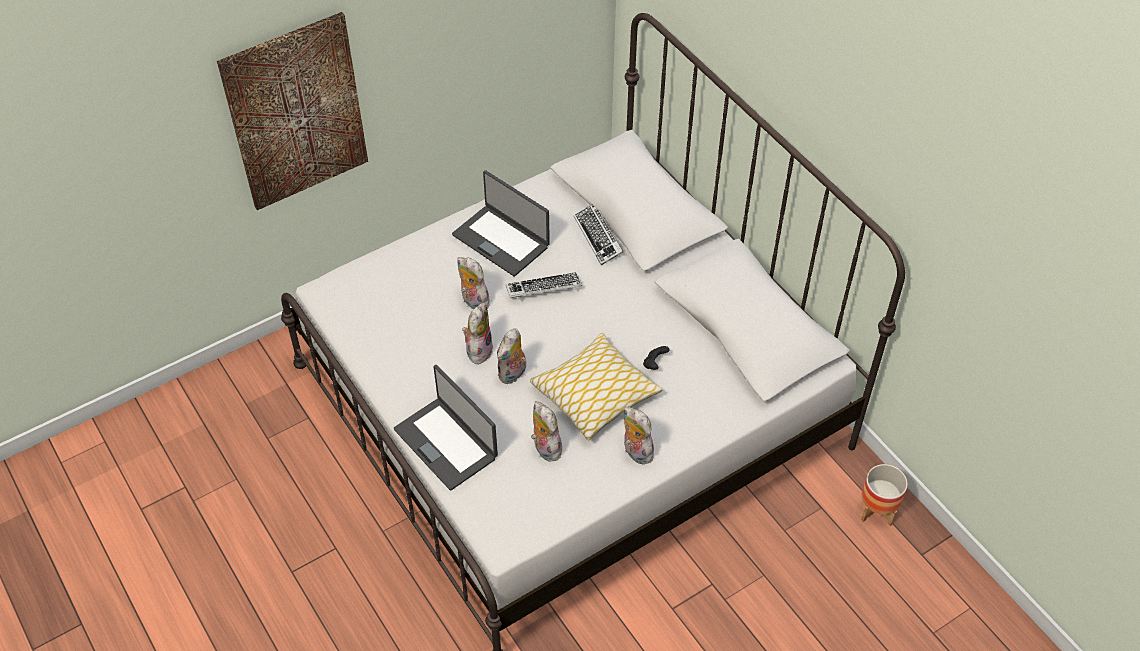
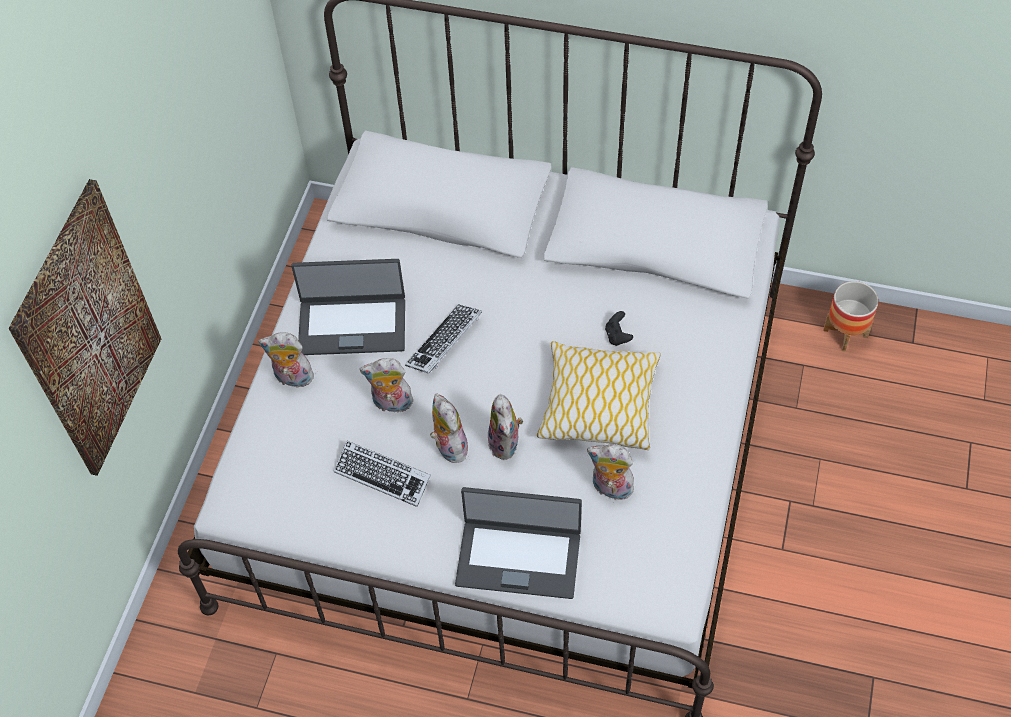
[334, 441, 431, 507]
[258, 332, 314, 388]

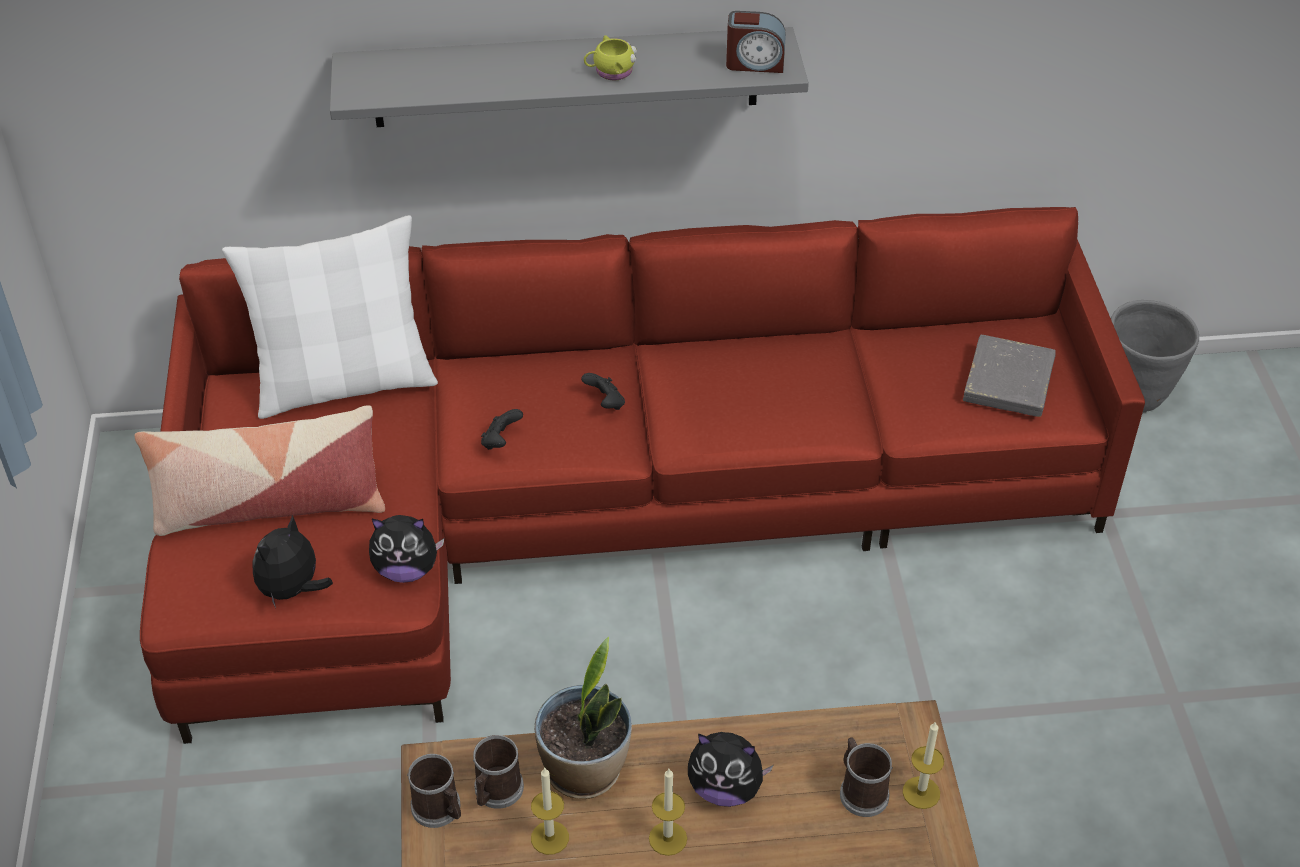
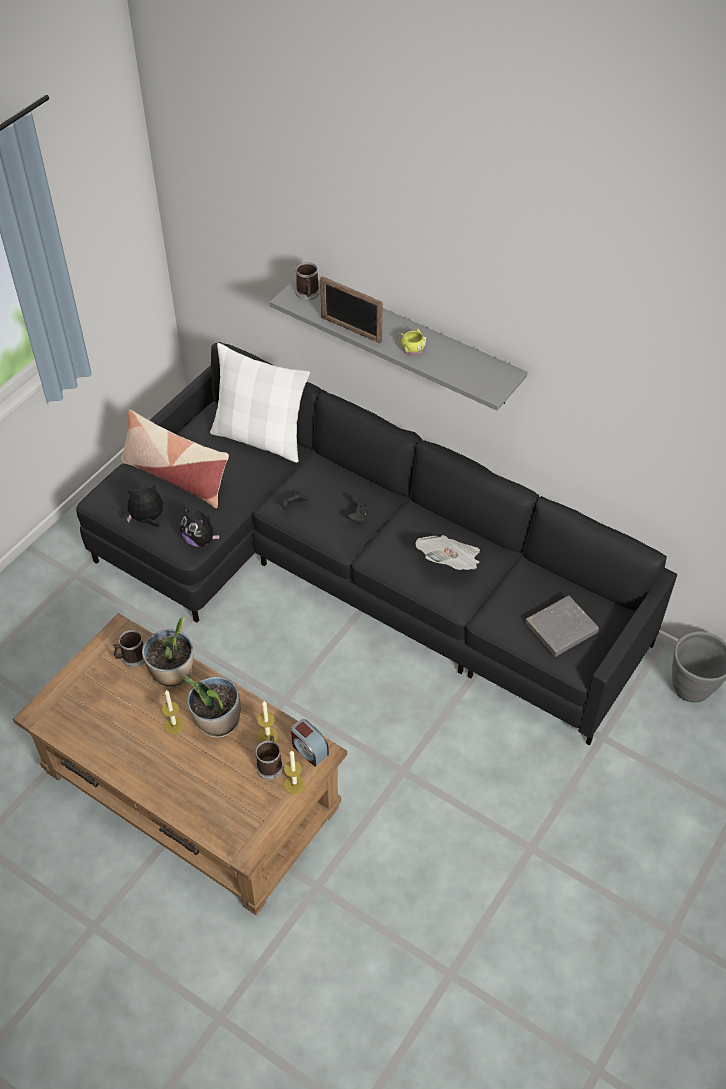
[320, 276, 383, 344]
[416, 535, 480, 570]
[295, 262, 320, 300]
[257, 701, 278, 742]
[291, 719, 329, 767]
[182, 675, 241, 738]
[76, 342, 678, 745]

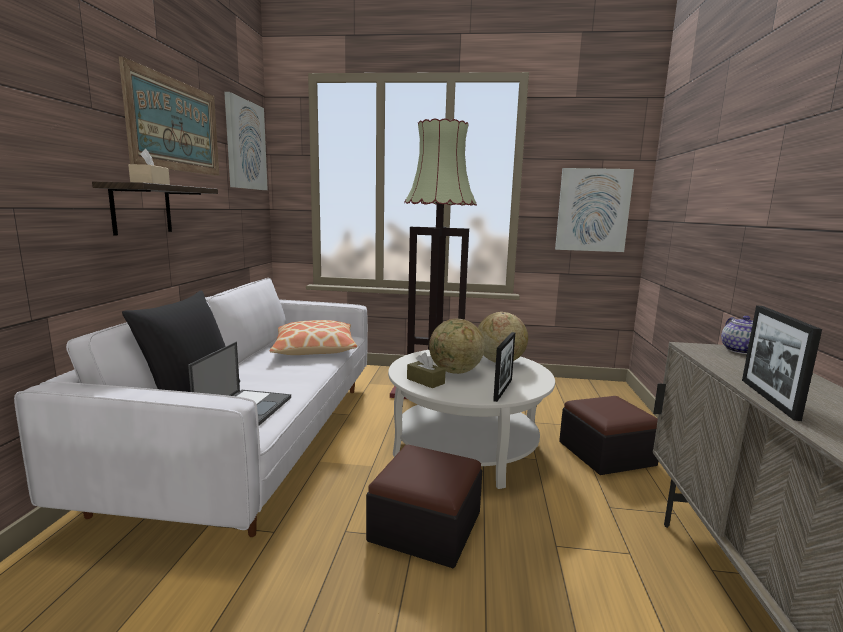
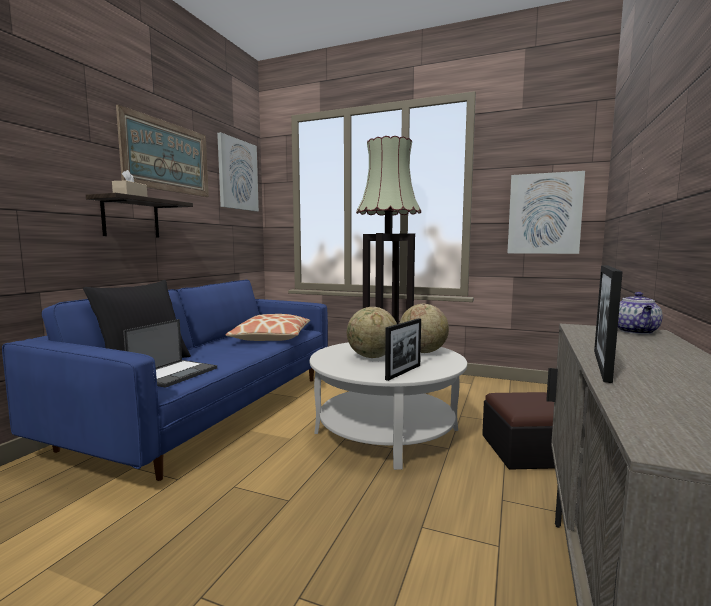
[366, 445, 482, 568] (first image)
[407, 352, 446, 388] (first image)
[2, 280, 328, 481]

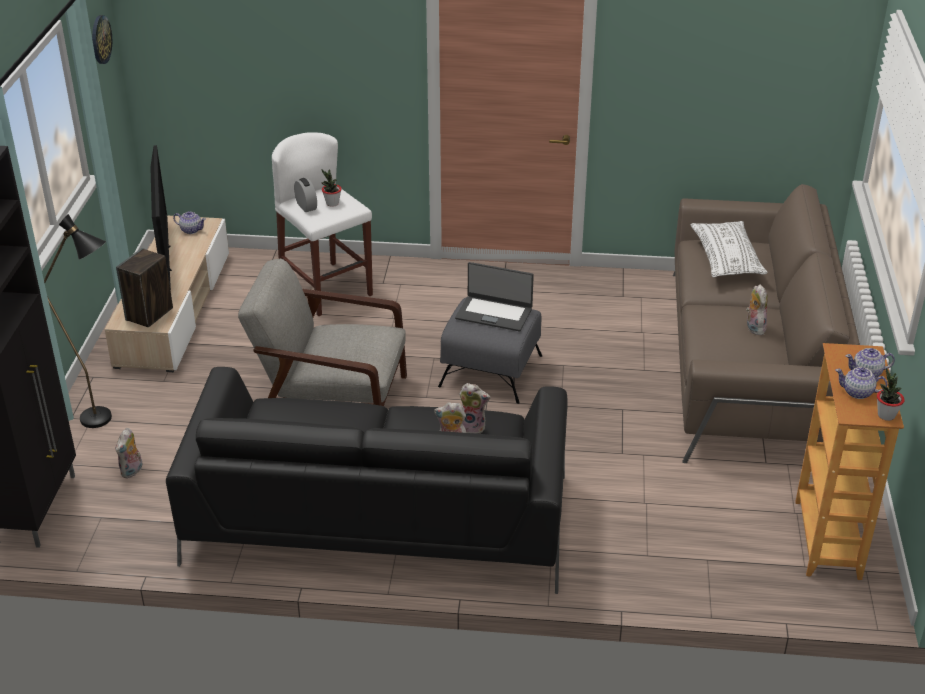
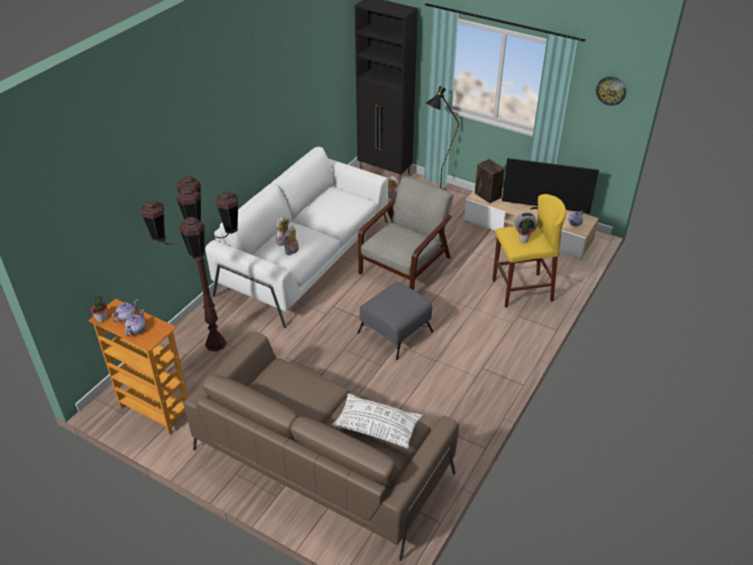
[455, 262, 534, 331] (first image)
[746, 284, 768, 335] (first image)
[142, 176, 238, 352]
[205, 147, 388, 328]
[492, 194, 566, 308]

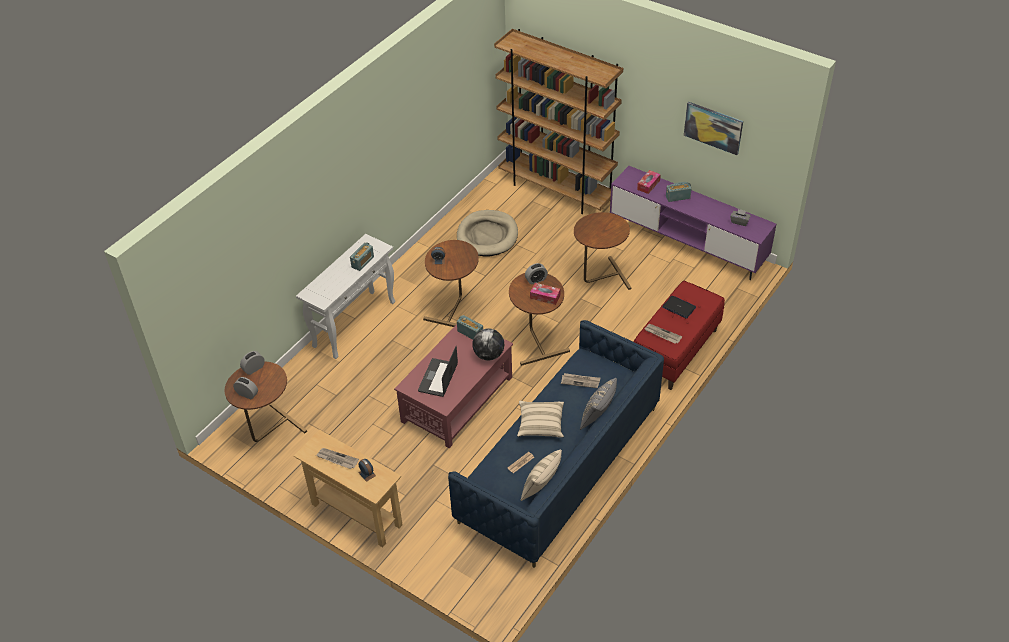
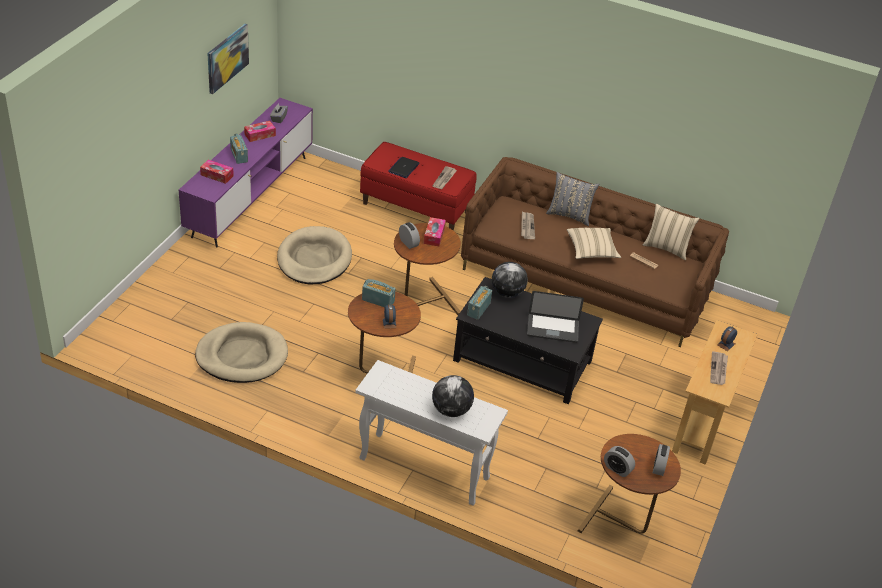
[494, 29, 623, 214] (first image)
[244, 121, 276, 142]
[432, 375, 474, 417]
[362, 279, 396, 307]
[277, 226, 352, 284]
[453, 277, 603, 404]
[461, 157, 729, 347]

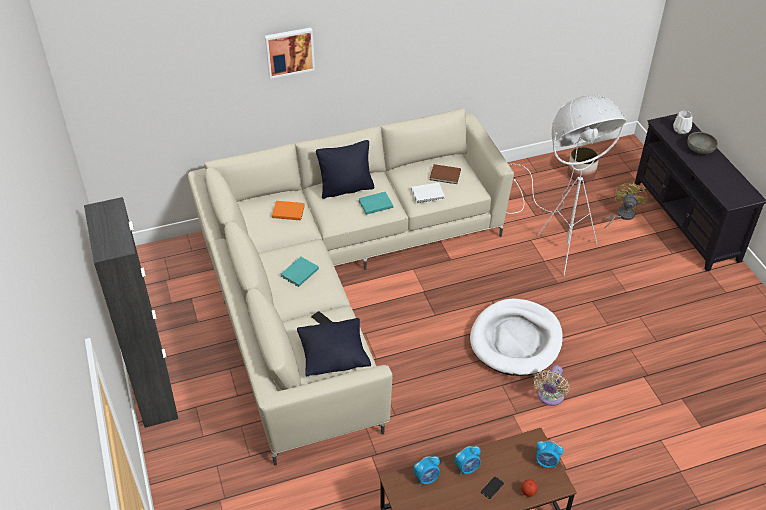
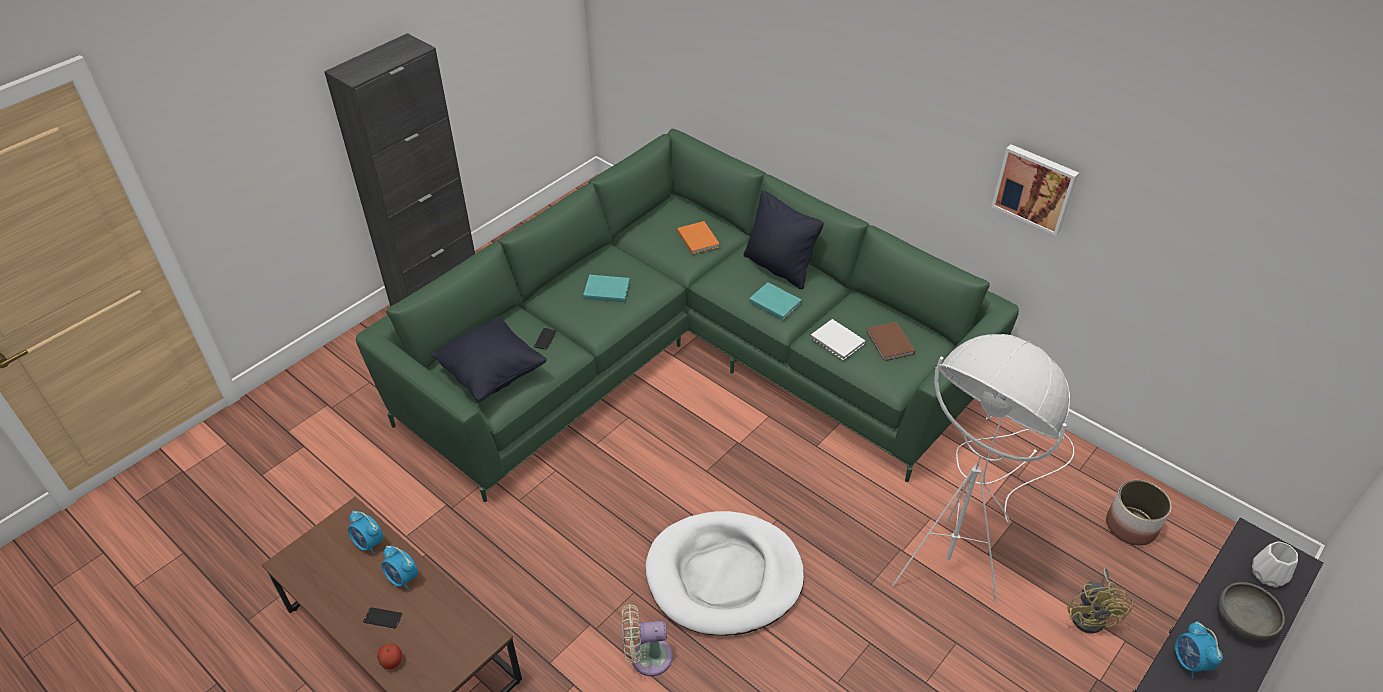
[991, 144, 1079, 236]
[1174, 621, 1223, 678]
[356, 128, 1019, 502]
[1067, 567, 1133, 634]

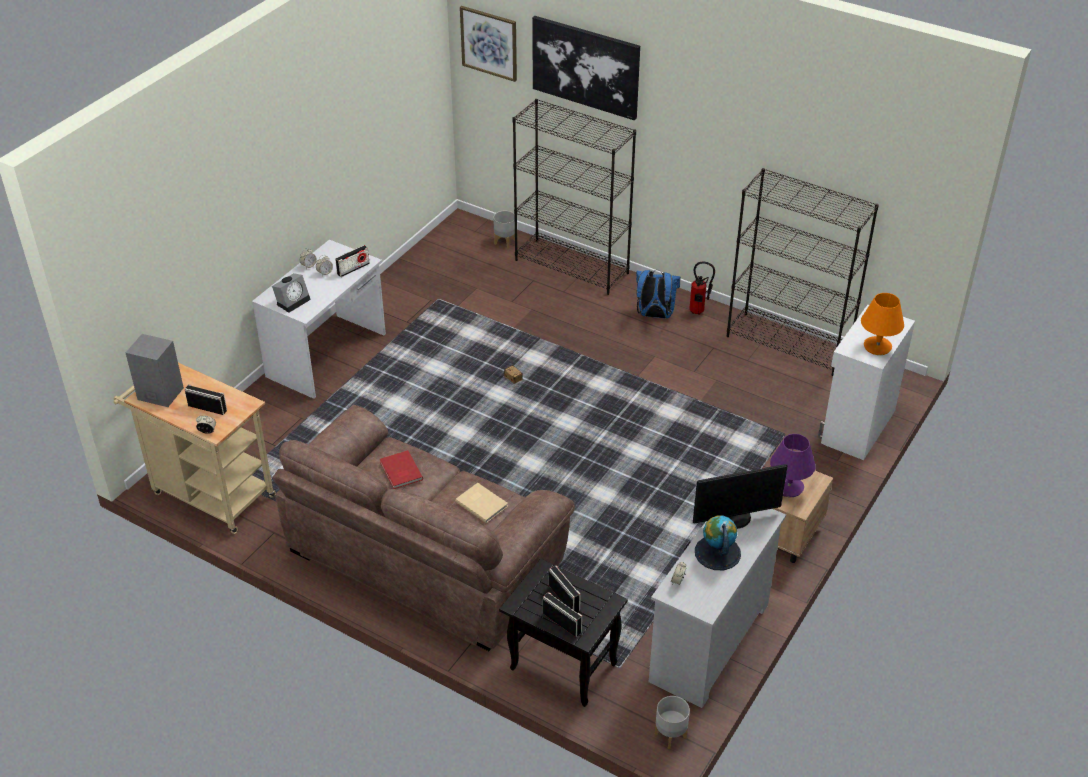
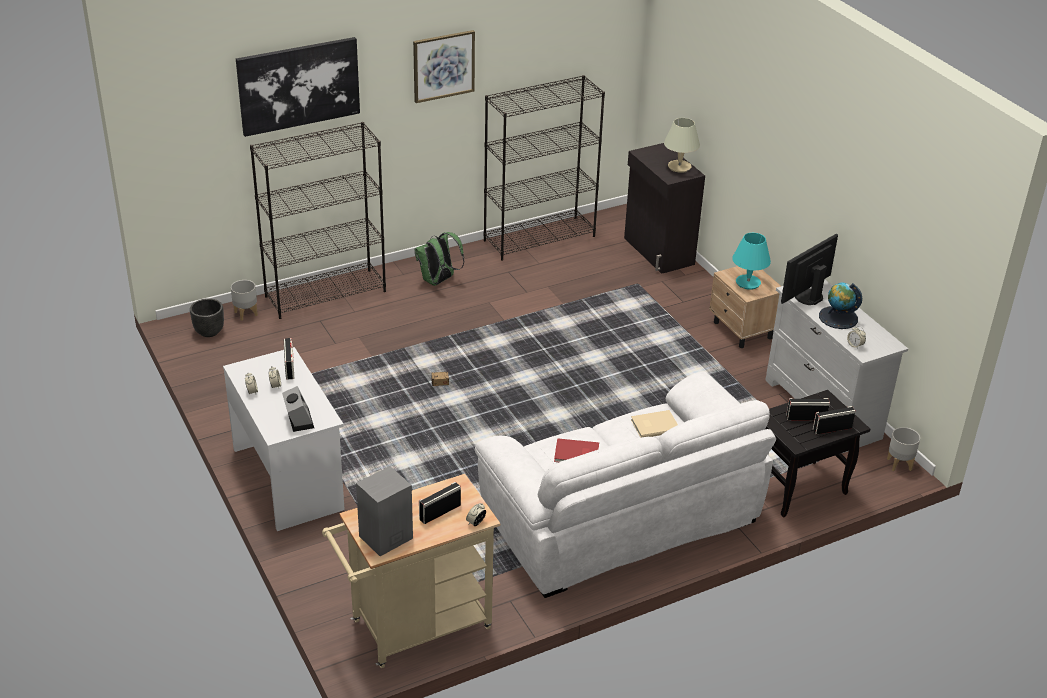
[689, 261, 715, 315] (first image)
[190, 298, 224, 337]
[413, 30, 475, 103]
[475, 371, 776, 598]
[414, 232, 464, 286]
[732, 233, 771, 290]
[624, 143, 705, 274]
[664, 118, 700, 173]
[781, 234, 838, 305]

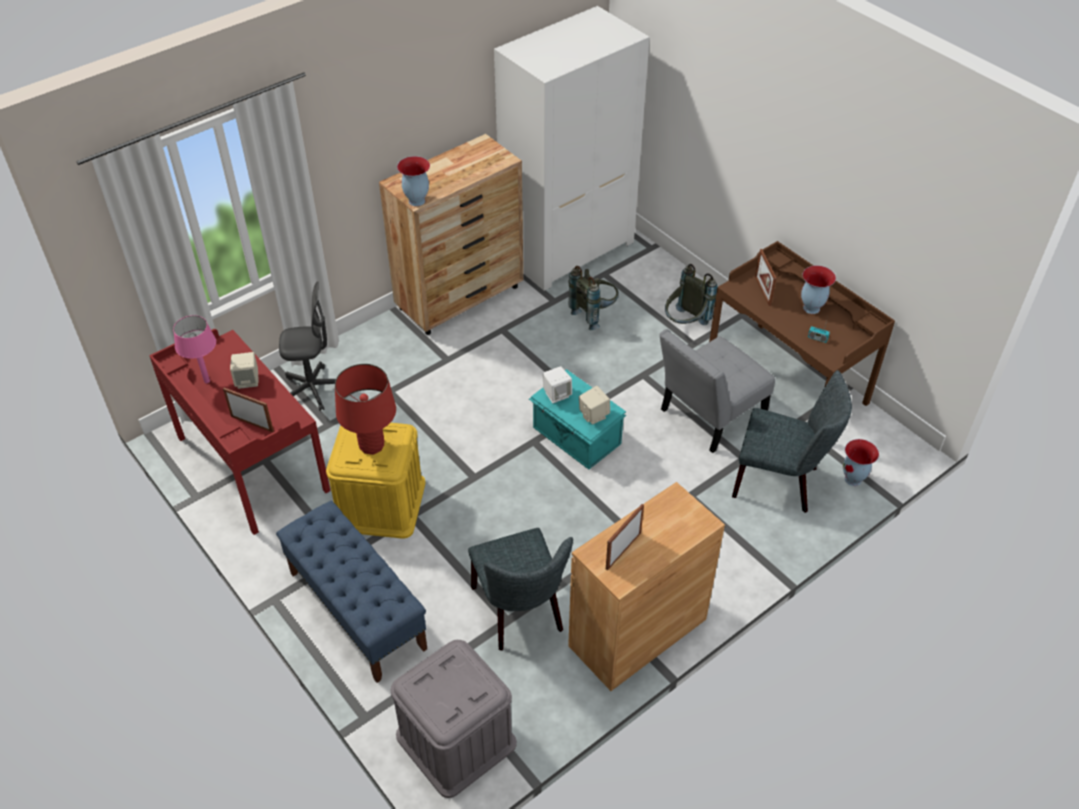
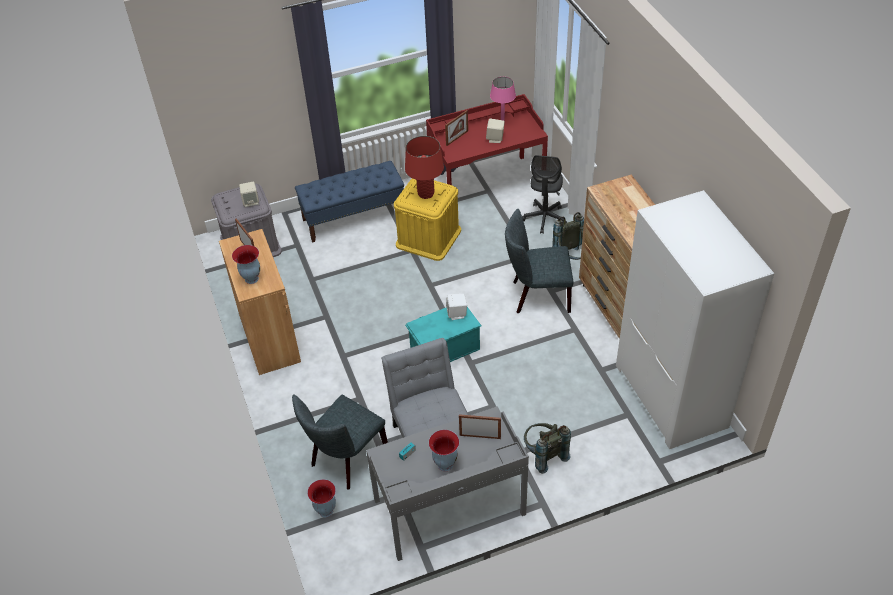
[232, 245, 260, 284]
[505, 209, 574, 313]
[552, 212, 584, 260]
[239, 181, 259, 207]
[366, 406, 529, 561]

